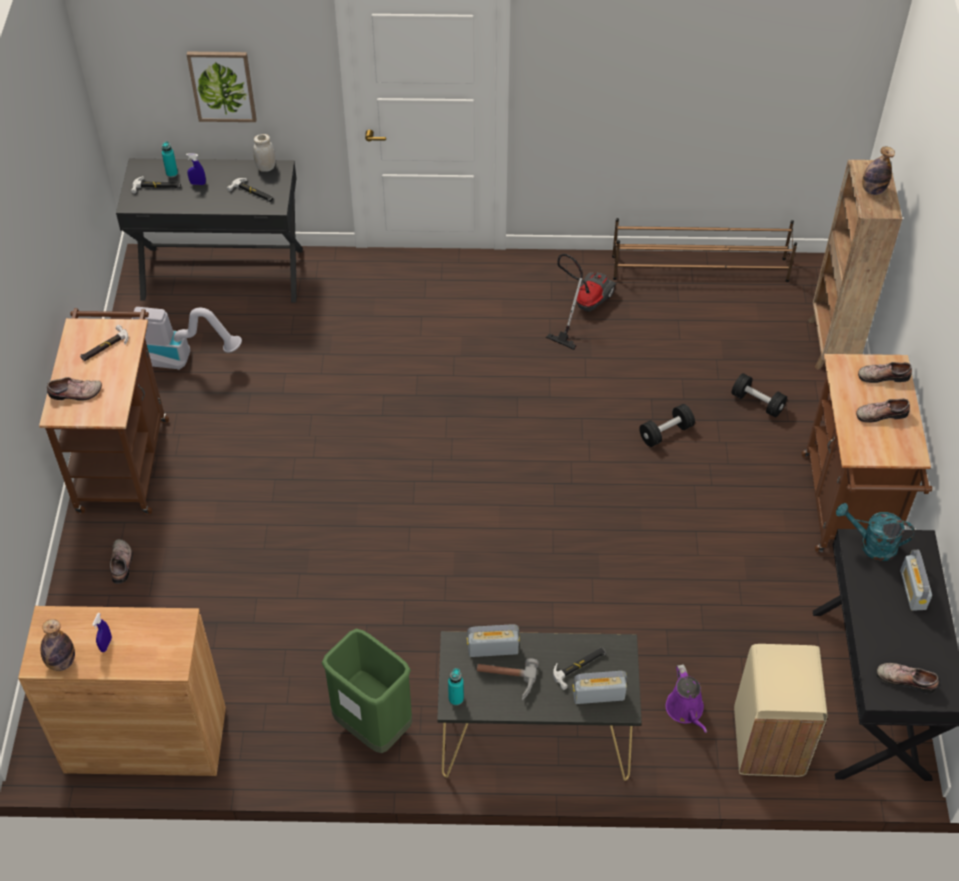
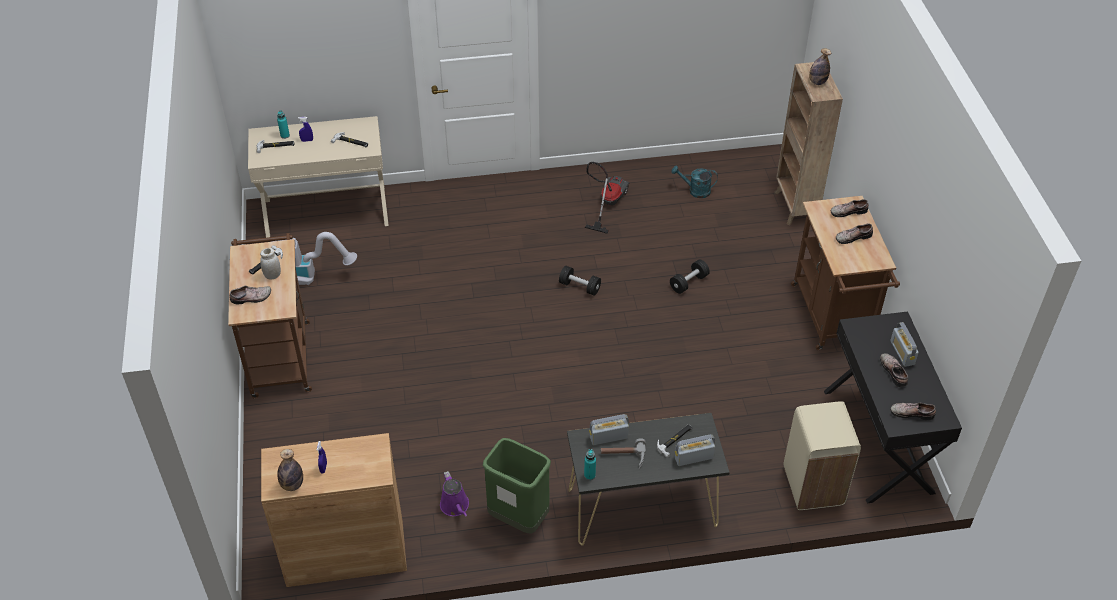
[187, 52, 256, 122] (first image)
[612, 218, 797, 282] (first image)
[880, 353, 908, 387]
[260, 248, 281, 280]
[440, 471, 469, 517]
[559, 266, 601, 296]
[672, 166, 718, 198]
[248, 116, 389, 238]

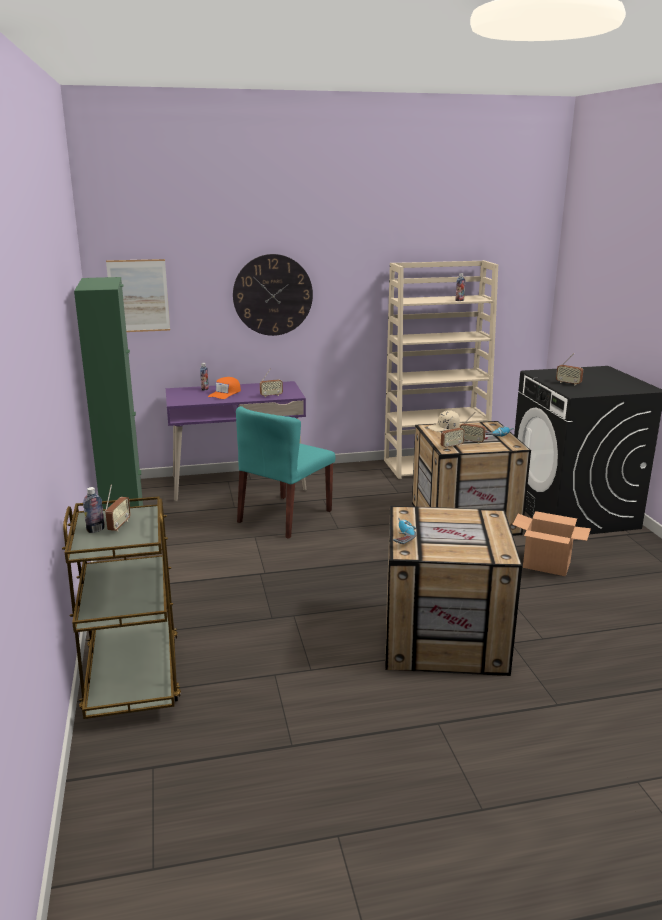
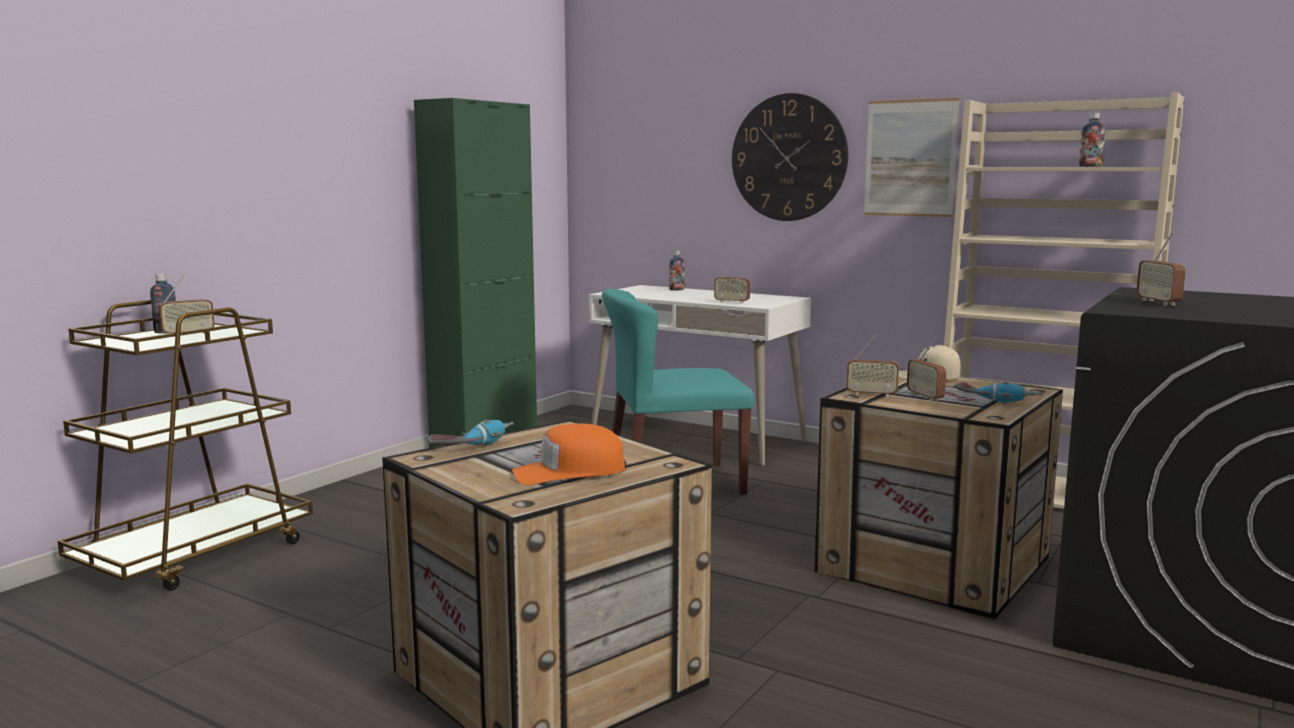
[512, 511, 591, 576] (first image)
[864, 98, 960, 217]
[512, 423, 626, 485]
[589, 285, 811, 466]

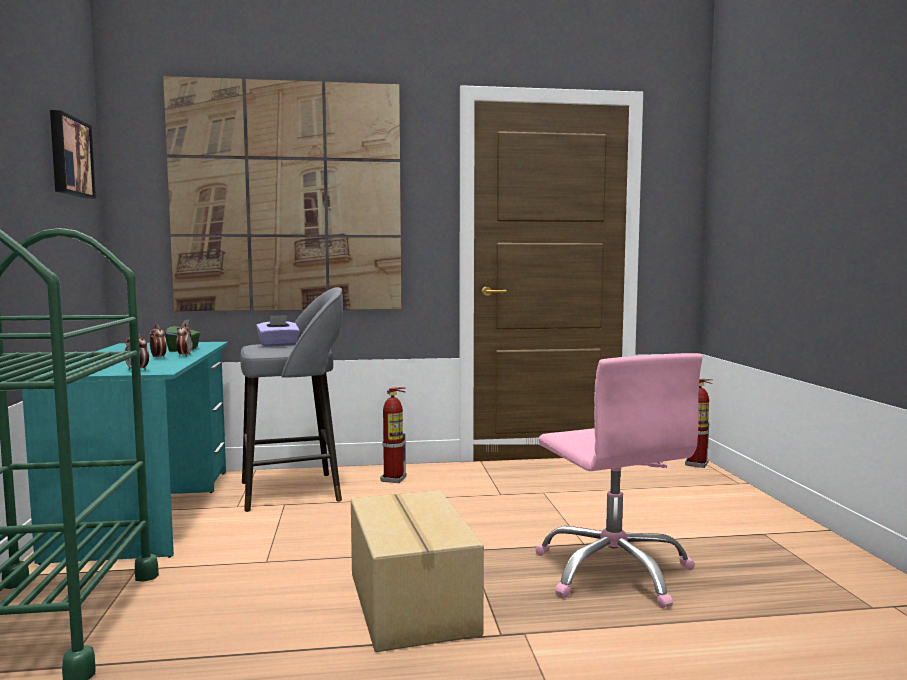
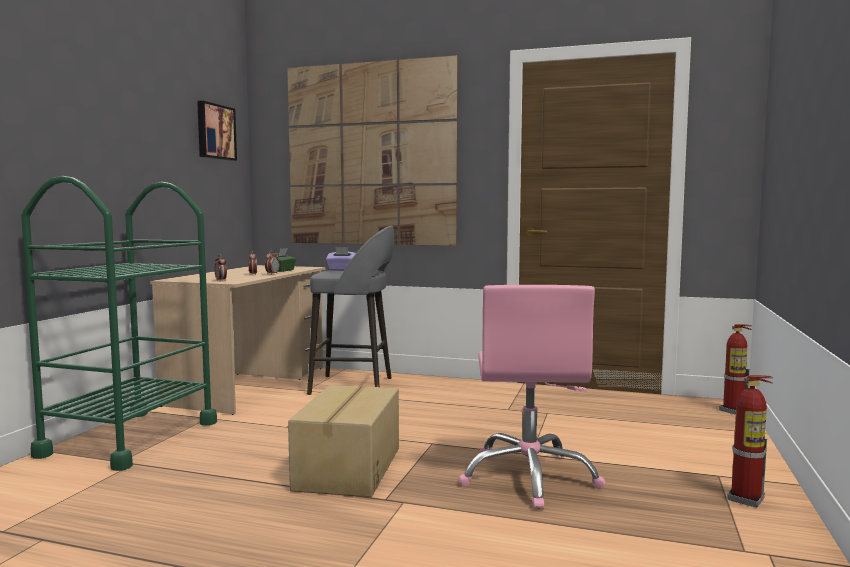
[727, 375, 773, 508]
[150, 265, 326, 415]

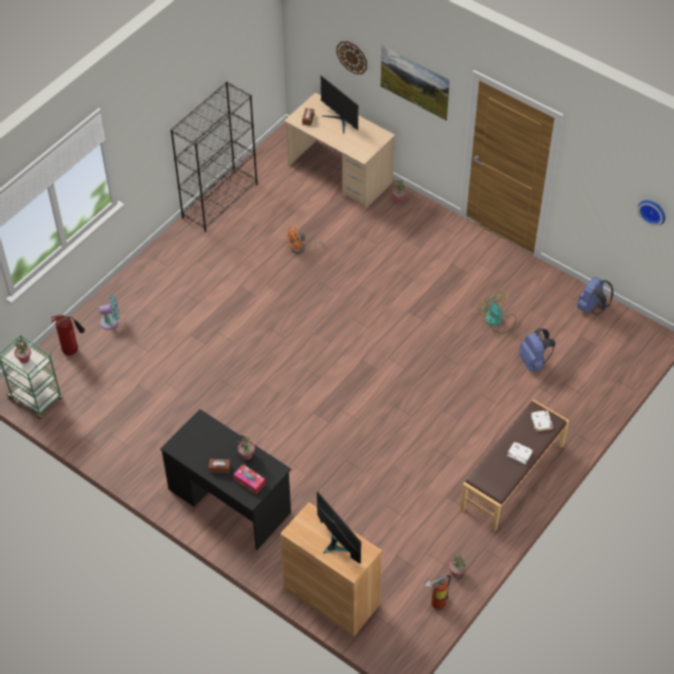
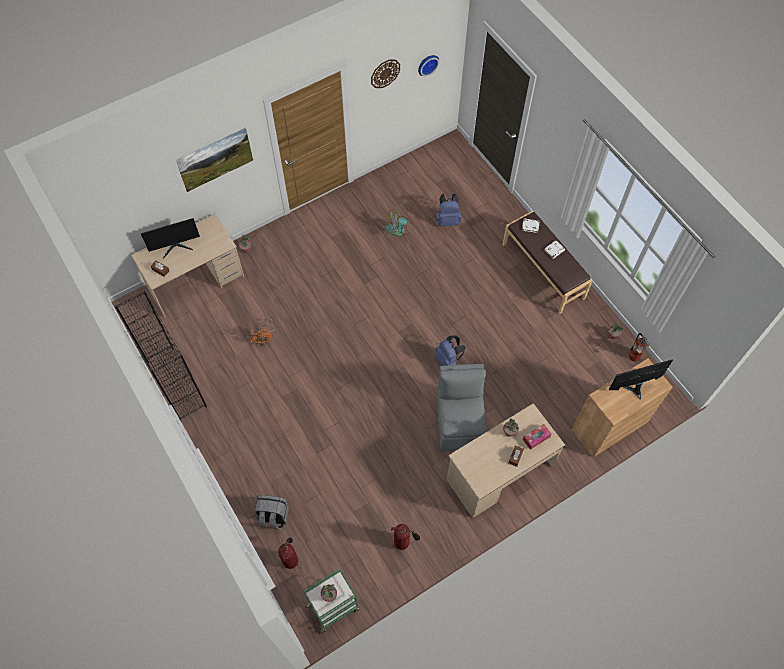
[391, 524, 420, 550]
[437, 364, 487, 451]
[371, 59, 400, 88]
[435, 335, 466, 366]
[255, 495, 289, 530]
[447, 403, 565, 518]

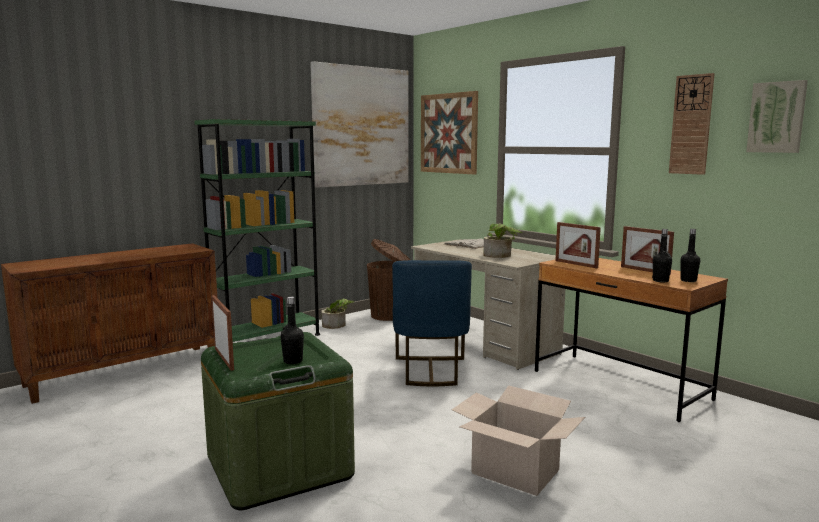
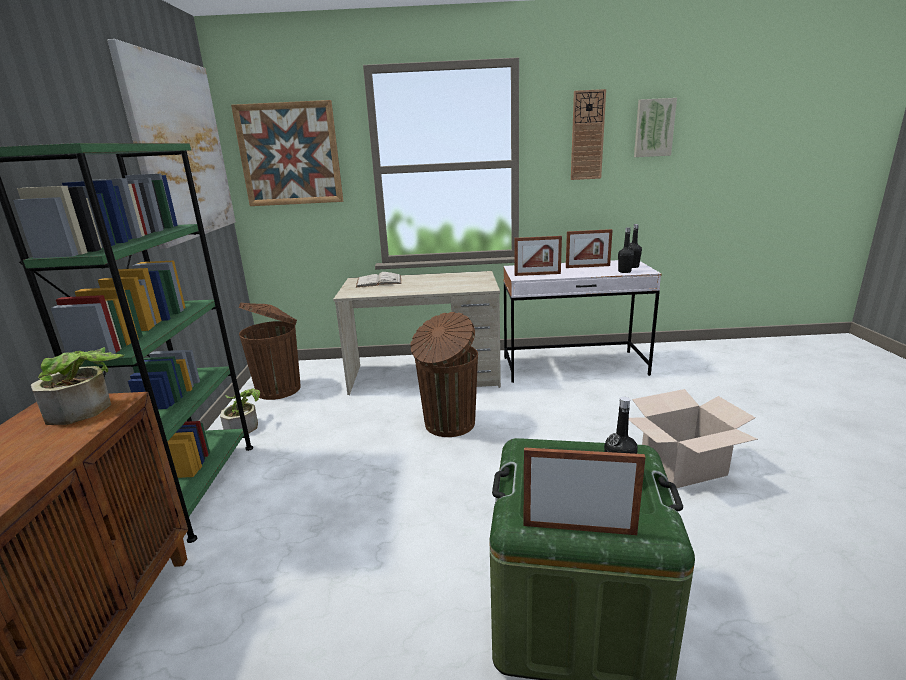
[31, 347, 124, 425]
[410, 312, 478, 437]
[503, 260, 661, 383]

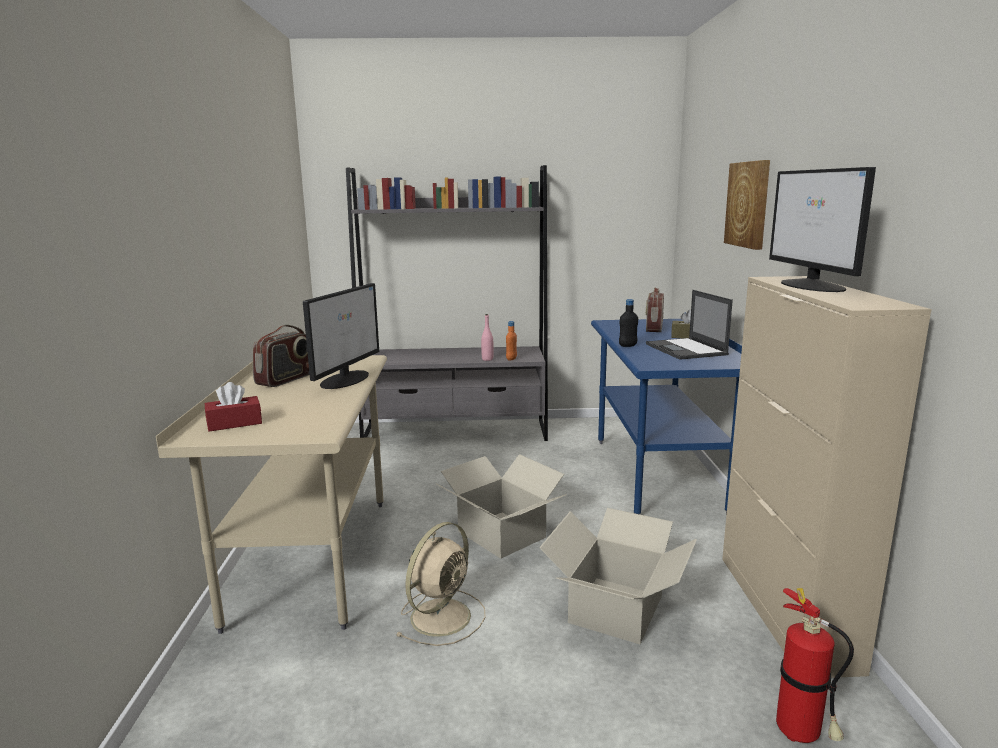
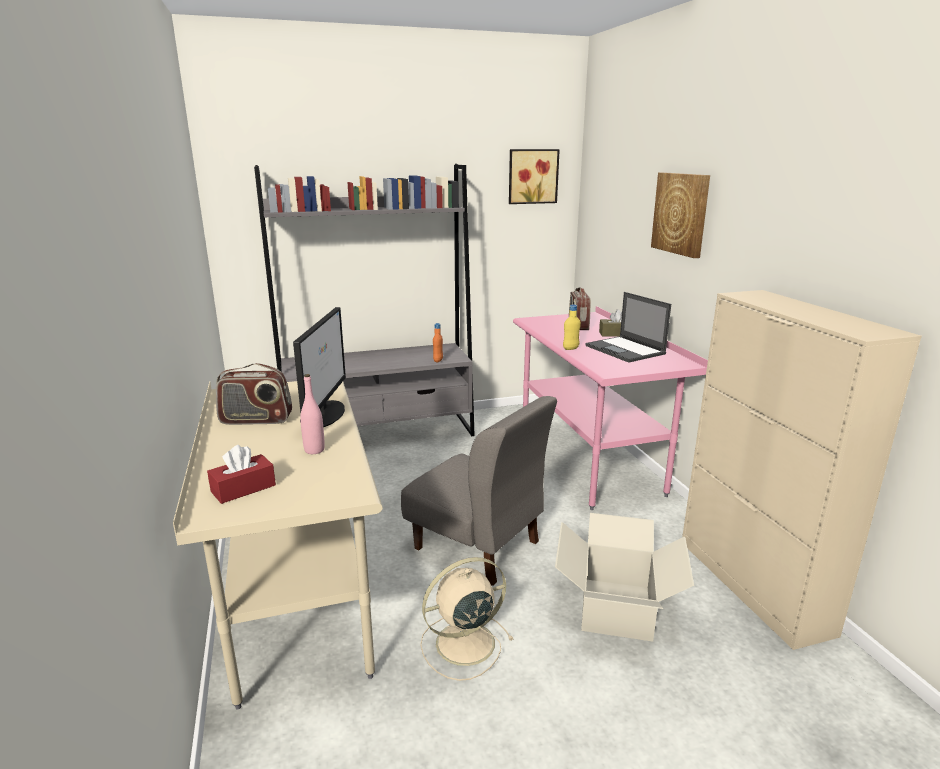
[769, 167, 876, 292] (first image)
[776, 588, 854, 743] (first image)
[509, 149, 560, 204]
[300, 374, 325, 454]
[401, 396, 557, 586]
[513, 306, 708, 510]
[563, 305, 581, 350]
[216, 363, 292, 425]
[420, 557, 514, 681]

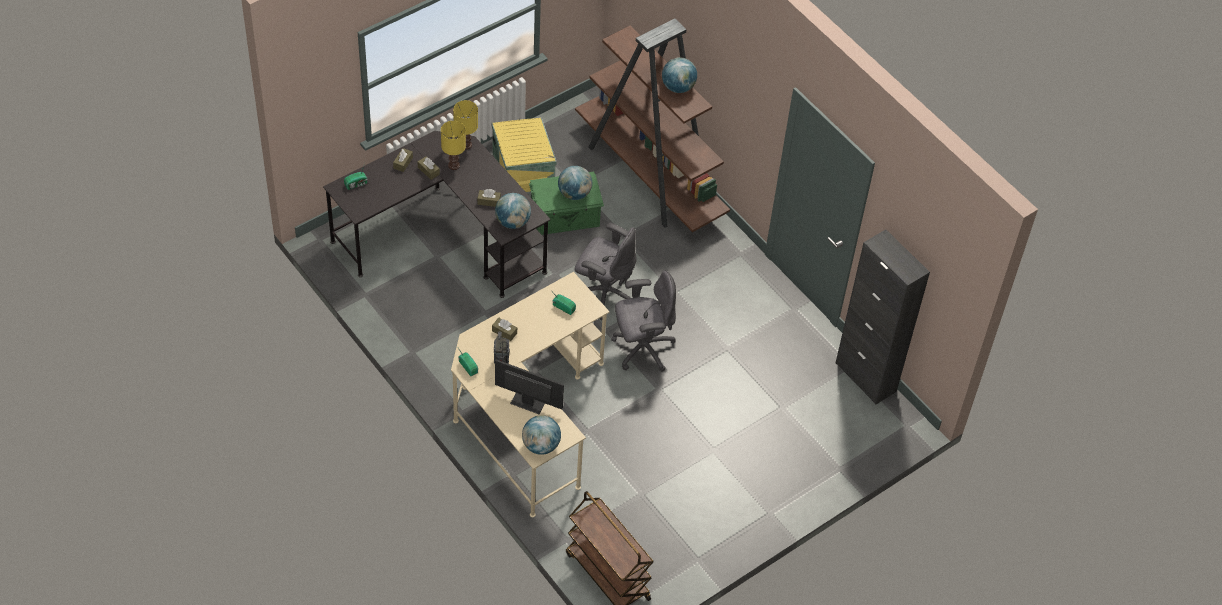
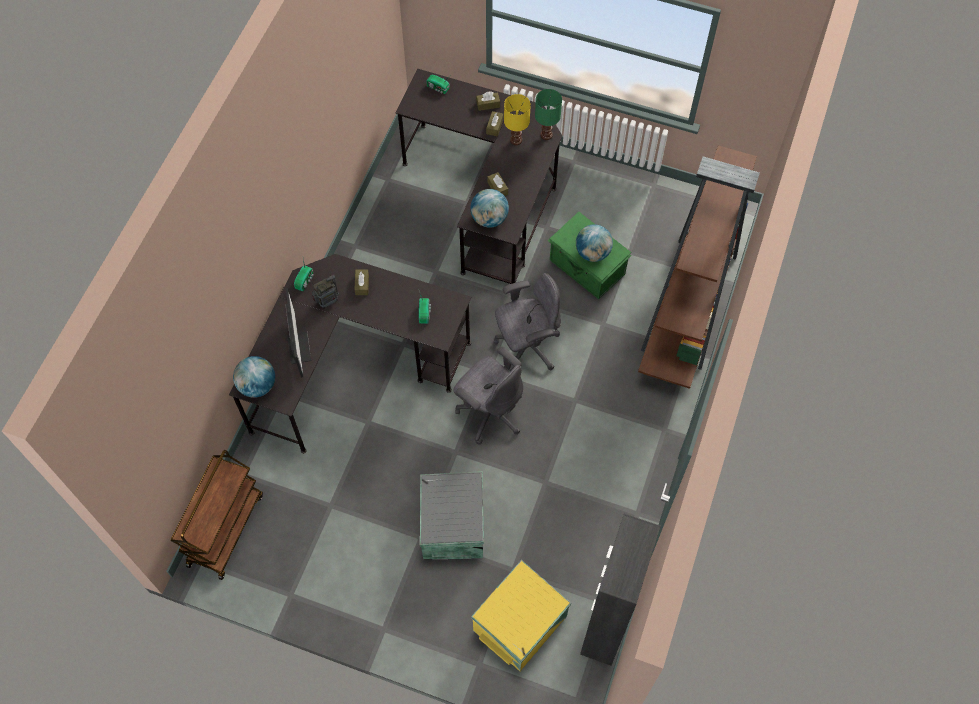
[662, 57, 697, 93] (first image)
[420, 471, 484, 559]
[471, 560, 571, 671]
[229, 254, 471, 454]
[535, 89, 562, 140]
[494, 273, 561, 372]

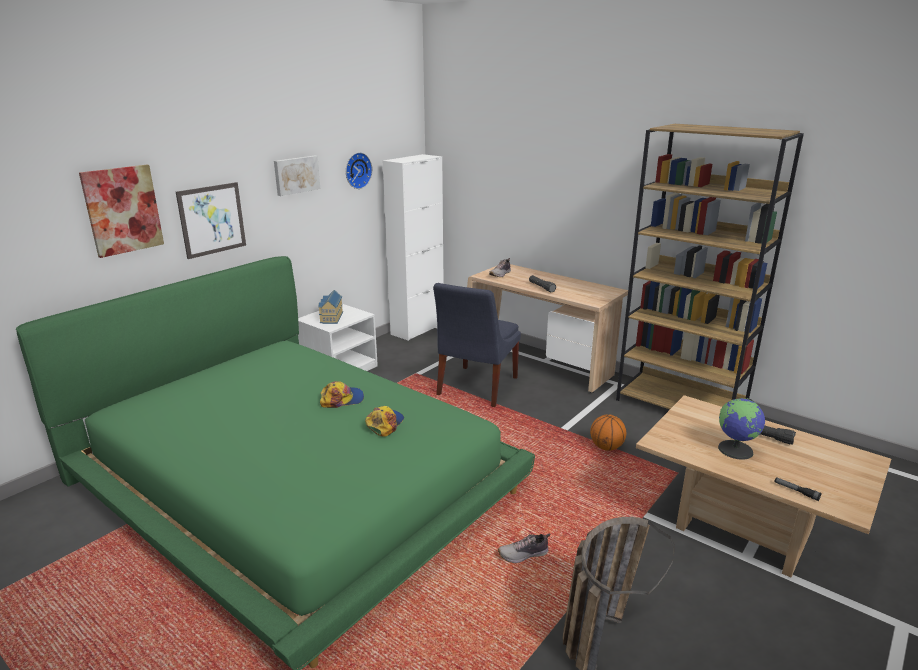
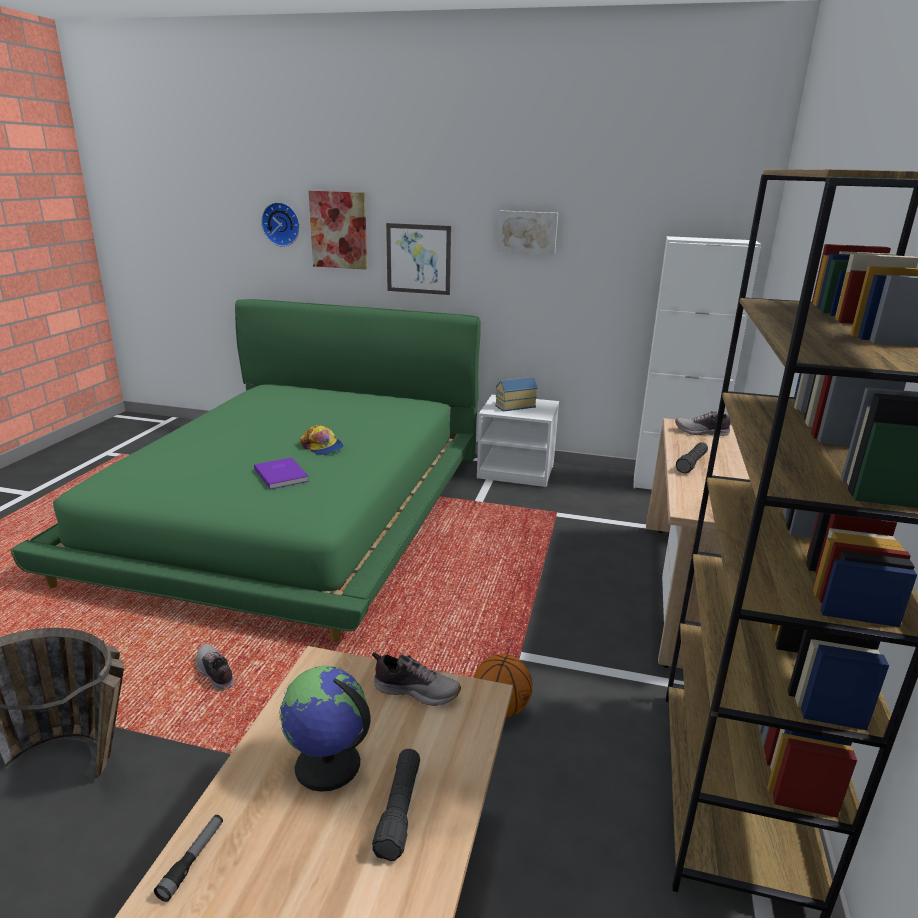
[433, 283, 521, 407] (first image)
[372, 652, 461, 706]
[261, 202, 300, 247]
[254, 457, 309, 490]

